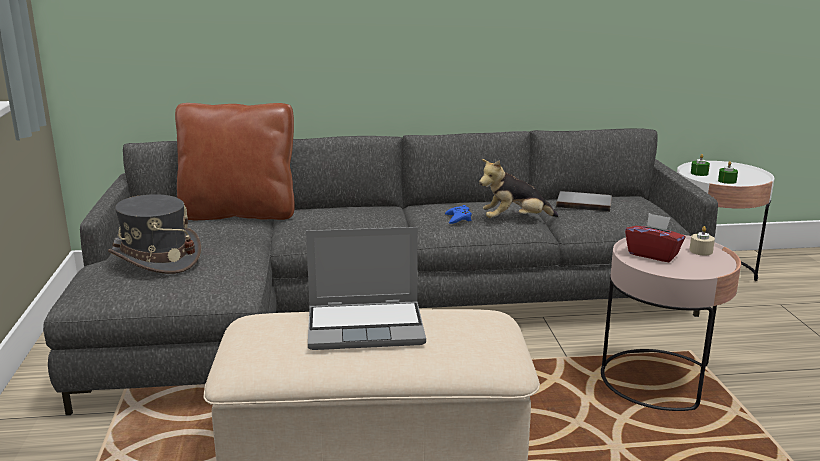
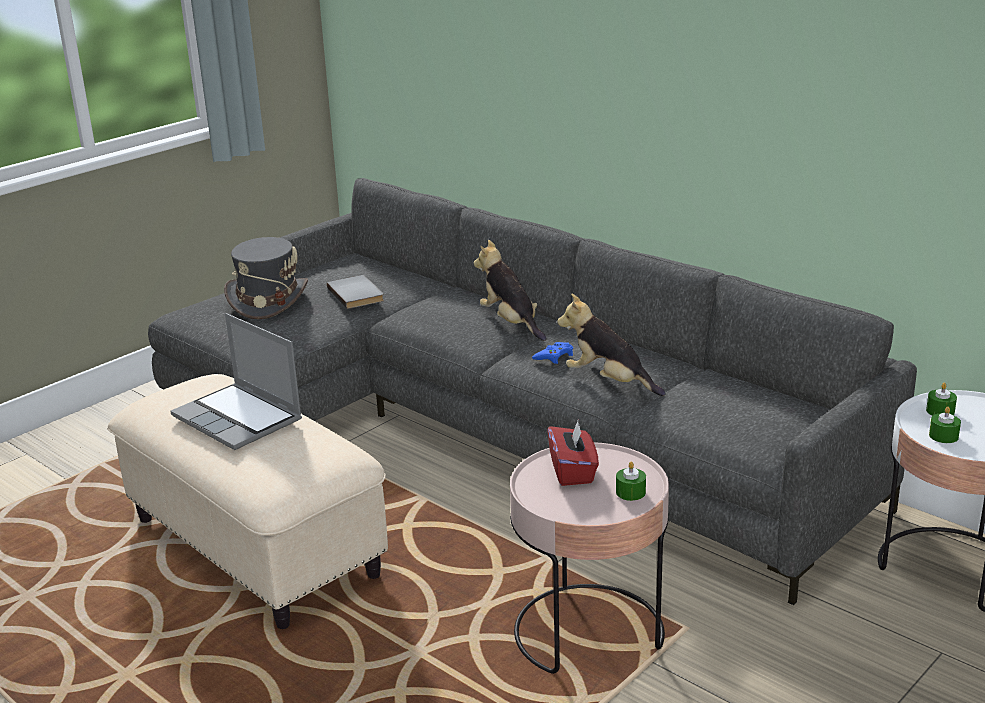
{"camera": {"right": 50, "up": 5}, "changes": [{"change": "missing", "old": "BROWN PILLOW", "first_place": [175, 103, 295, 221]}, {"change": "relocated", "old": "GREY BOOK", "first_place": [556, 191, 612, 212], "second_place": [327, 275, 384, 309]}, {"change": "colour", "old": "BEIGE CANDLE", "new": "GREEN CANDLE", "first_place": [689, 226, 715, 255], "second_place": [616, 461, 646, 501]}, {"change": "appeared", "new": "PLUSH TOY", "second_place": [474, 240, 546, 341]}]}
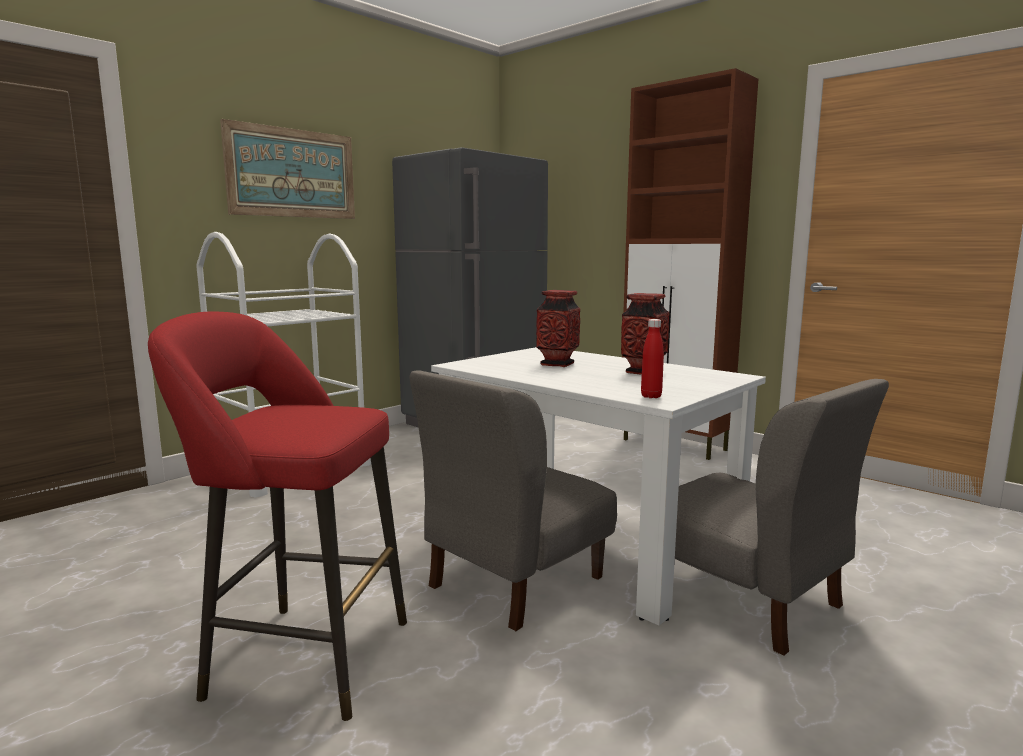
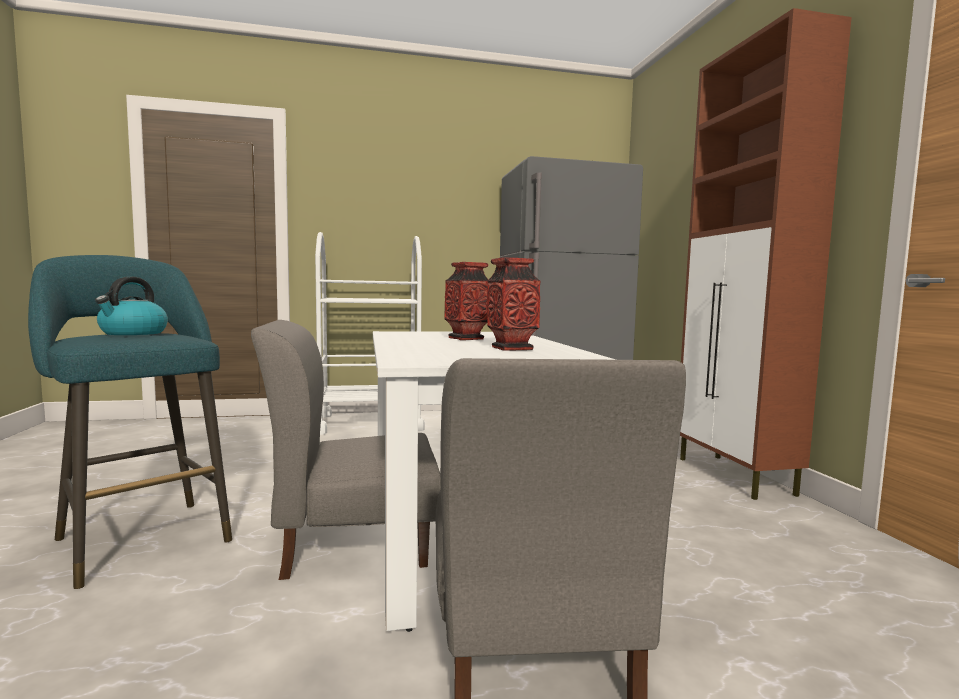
{"camera": {"right": 35, "up": -5}, "changes": [{"change": "colour", "old": "RED STOOL", "new": "TURQUOISE STOOL", "first_place": [148, 312, 407, 721], "second_place": [28, 255, 232, 589]}, {"change": "missing", "old": "PICTURE", "first_place": [220, 119, 355, 219]}, {"change": "missing", "old": "RED BOTTLE", "first_place": [641, 319, 664, 398]}, {"change": "appeared", "new": "KETTLE", "second_place": [95, 276, 168, 335]}]}
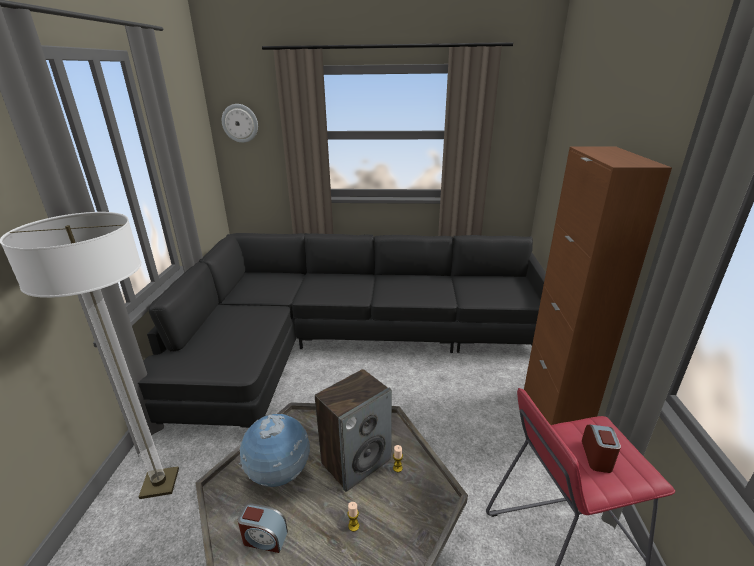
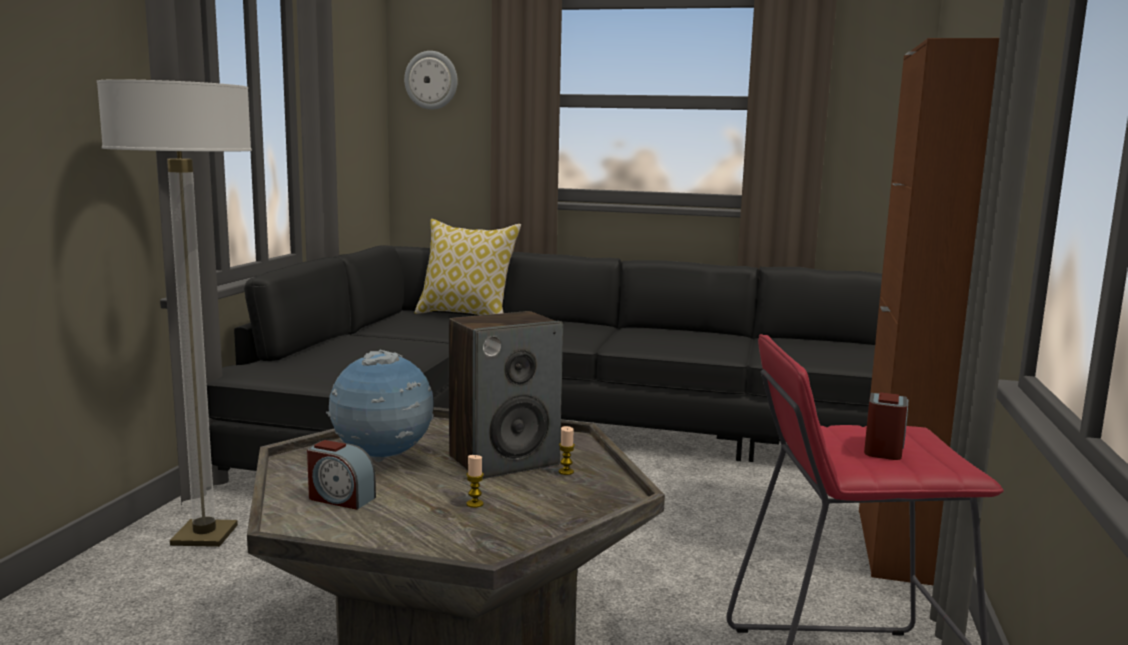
{"camera": {"right": 10, "up": -15}, "changes": [{"change": "appeared", "new": "PILLOW", "second_place": [415, 219, 521, 315]}]}
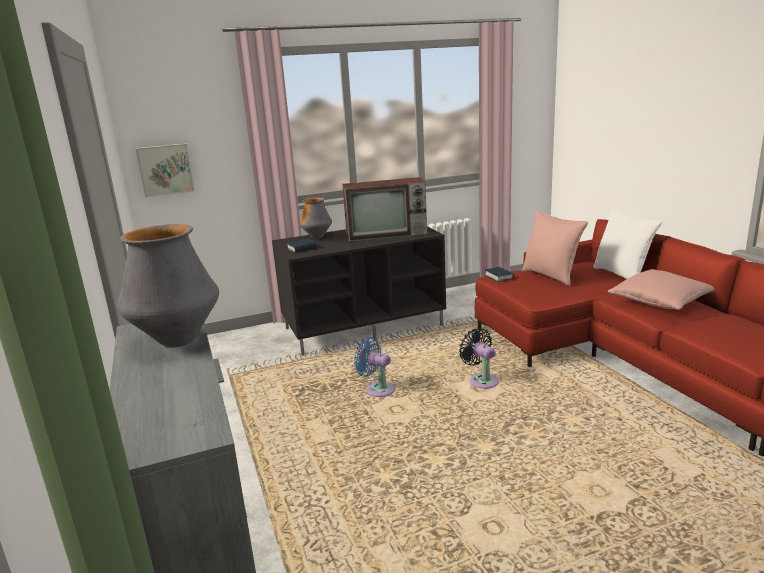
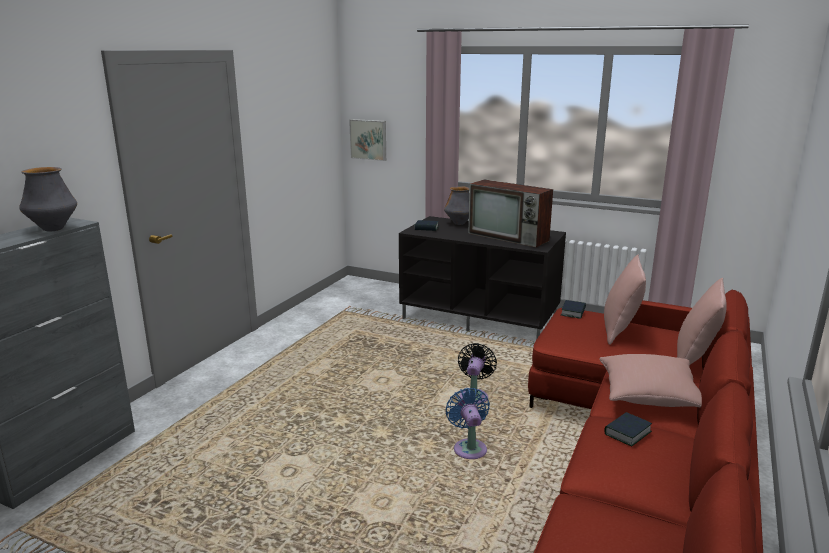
{"camera": {"right": 45, "up": 0}, "changes": [{"change": "relocated", "old": "BLUE FAN", "first_place": [354, 338, 395, 397], "second_place": [446, 388, 490, 459]}, {"change": "colour", "old": "WHITE PILLOW", "new": "PINK PILLOW", "first_place": [594, 208, 662, 279], "second_place": [677, 278, 727, 365]}, {"change": "appeared", "new": "BOOK", "second_place": [604, 412, 652, 446]}]}
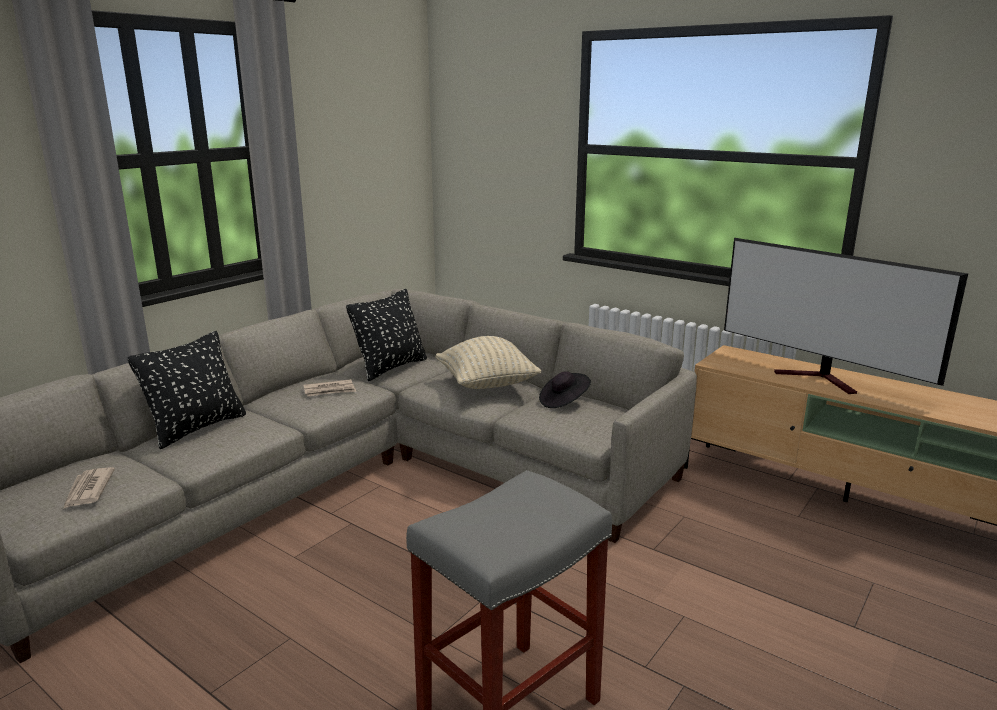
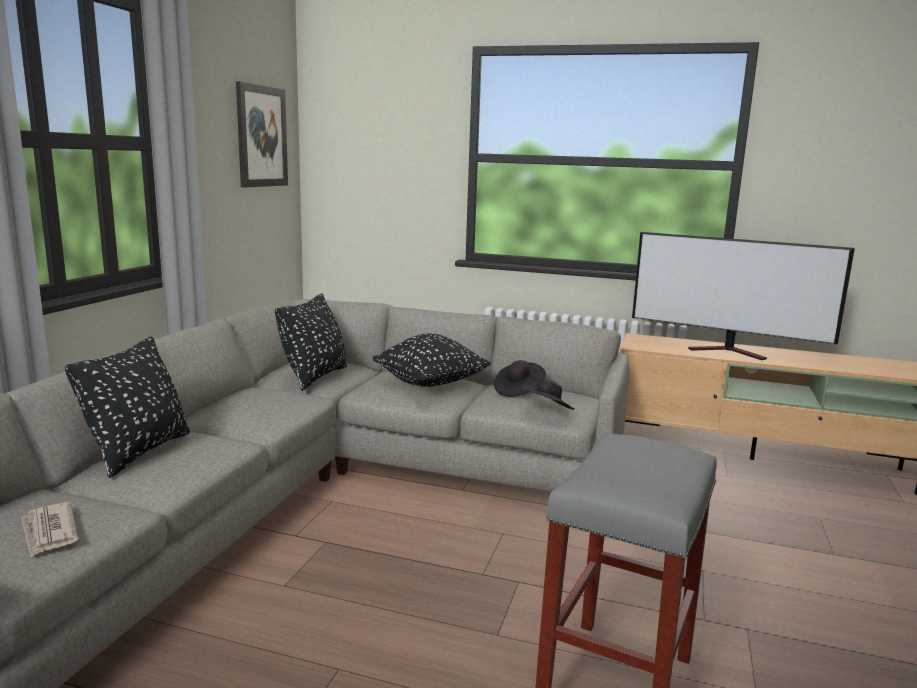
{"camera": {"right": -20, "up": -5}, "changes": [{"change": "missing", "old": "NEWSPAPER", "first_place": [303, 379, 356, 396]}, {"change": "colour", "old": "BEIGE PILLOW", "new": "BLACK PILLOW", "first_place": [435, 336, 542, 389], "second_place": [373, 334, 491, 387]}, {"change": "appeared", "new": "PICTURE", "second_place": [236, 81, 288, 188]}, {"change": "appeared", "new": "BLACK HAT", "second_place": [521, 379, 575, 410]}]}
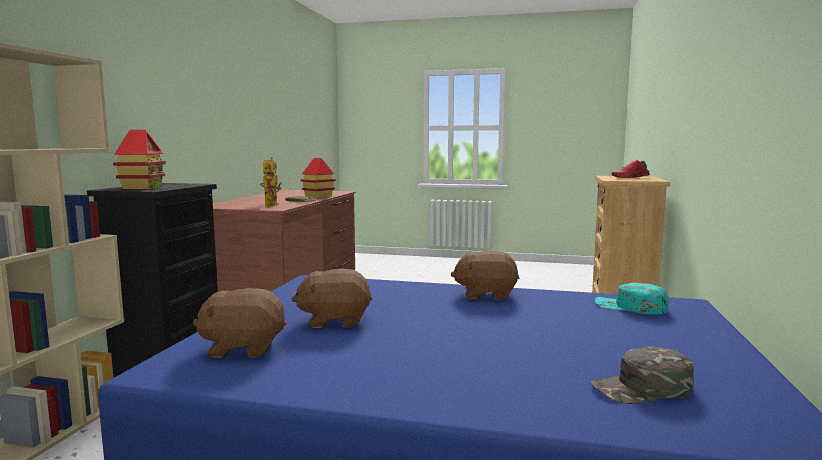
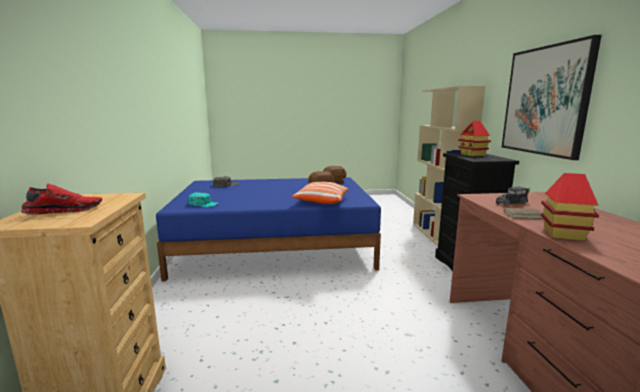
{"camera": {"right": 160, "up": 5}, "changes": [{"change": "exchanged", "old": "TOY ROBOT", "new": "TOY TRUCK", "first_place": [260, 157, 282, 206], "second_place": [496, 186, 530, 206]}, {"change": "missing", "old": "BROWN PLUSH TOY", "first_place": [450, 251, 519, 301]}, {"change": "appeared", "new": "PILLOW", "second_place": [292, 182, 348, 204]}, {"change": "appeared", "new": "PICTURE", "second_place": [502, 35, 602, 160]}]}
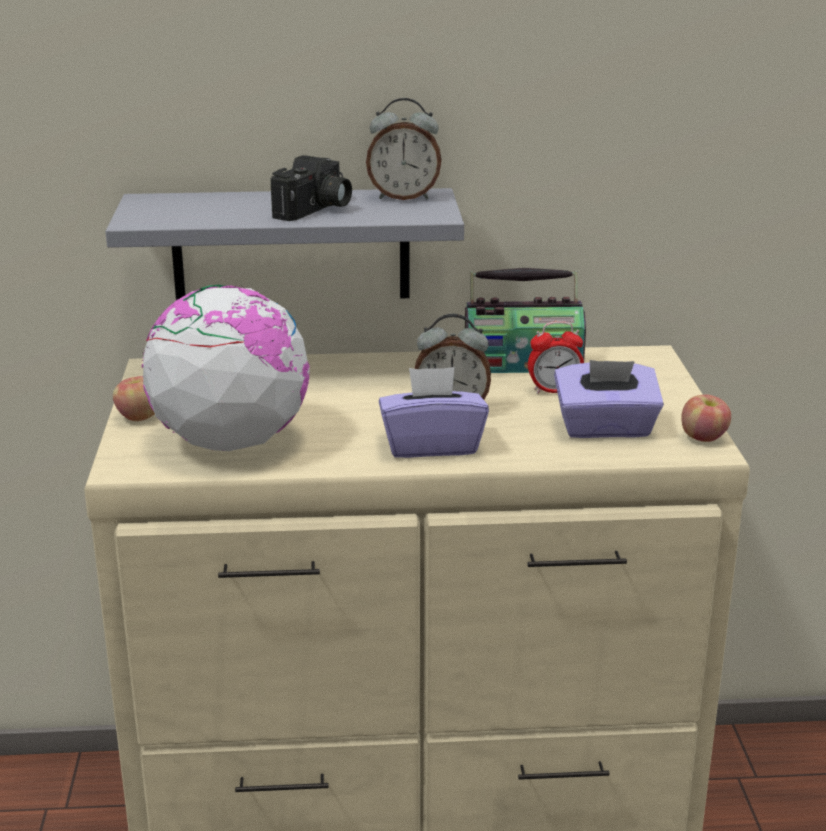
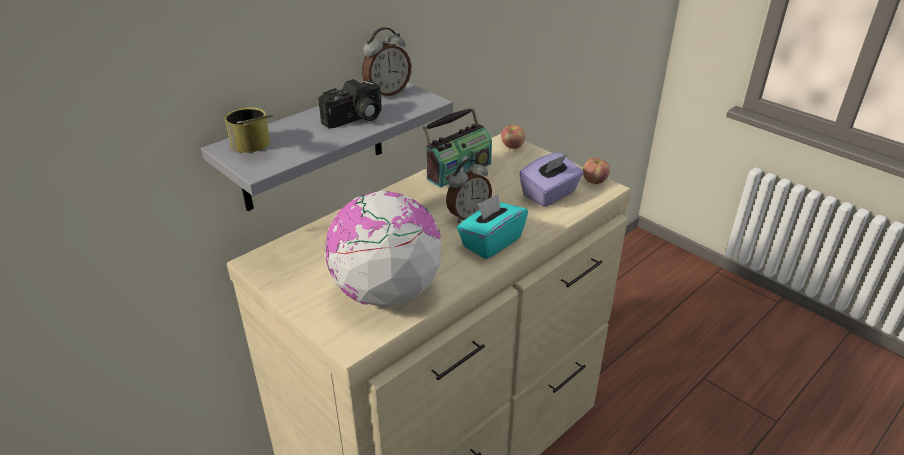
{"camera": {"right": -40, "up": 10}, "changes": [{"change": "relocated", "old": "APPLE", "first_place": [113, 376, 155, 421], "second_place": [501, 125, 526, 149]}, {"change": "spun", "old": "PHOTO CAMERA", "first_place": [271, 155, 352, 221], "second_place": [318, 79, 382, 128], "degrees": 60}, {"change": "colour", "old": "PURPLE TISSUE BOX", "new": "TURQUOISE TISSUE BOX", "first_place": [379, 367, 489, 458], "second_place": [457, 193, 528, 259]}, {"change": "missing", "old": "ALARM CLOCK", "first_place": [528, 321, 584, 394]}, {"change": "appeared", "new": "CAN", "second_place": [224, 107, 274, 153]}]}
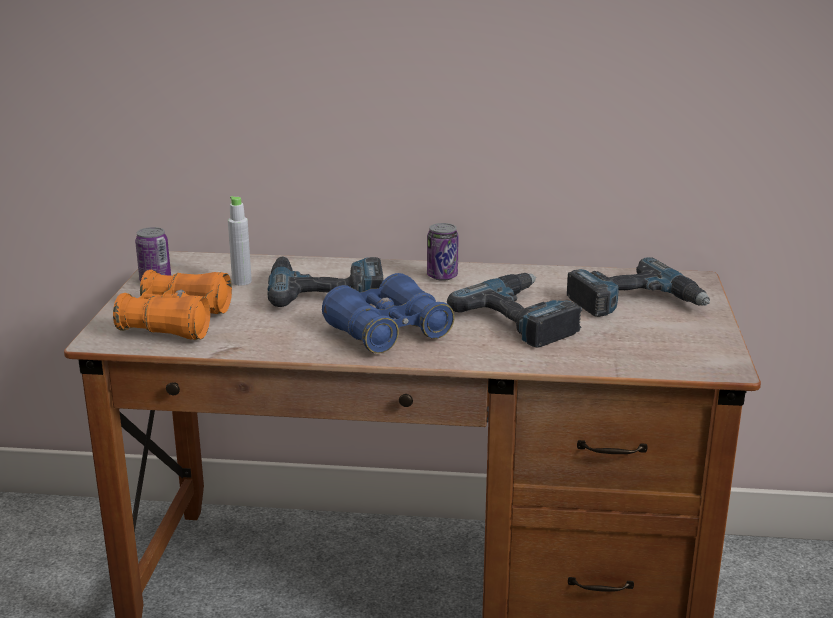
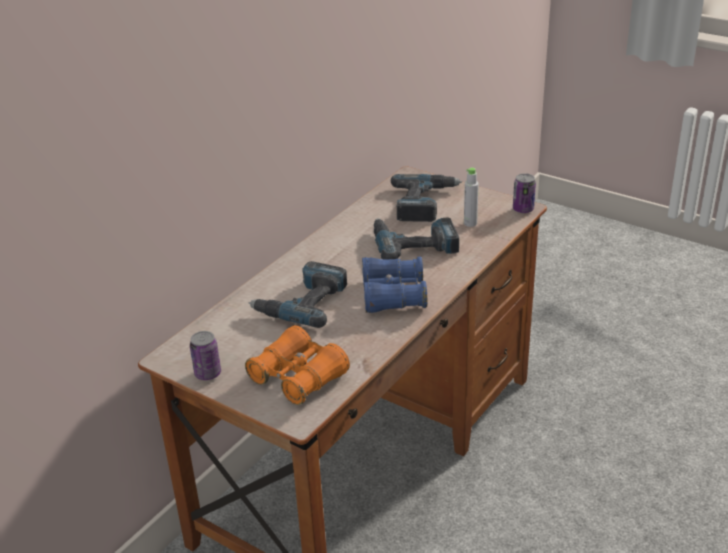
{"camera": {"right": -60, "up": 10}, "changes": [{"change": "relocated", "old": "GREY BOTTLE", "first_place": [228, 196, 252, 286], "second_place": [464, 168, 479, 227]}, {"change": "relocated", "old": "CAN", "first_place": [427, 223, 459, 281], "second_place": [513, 173, 536, 213]}]}
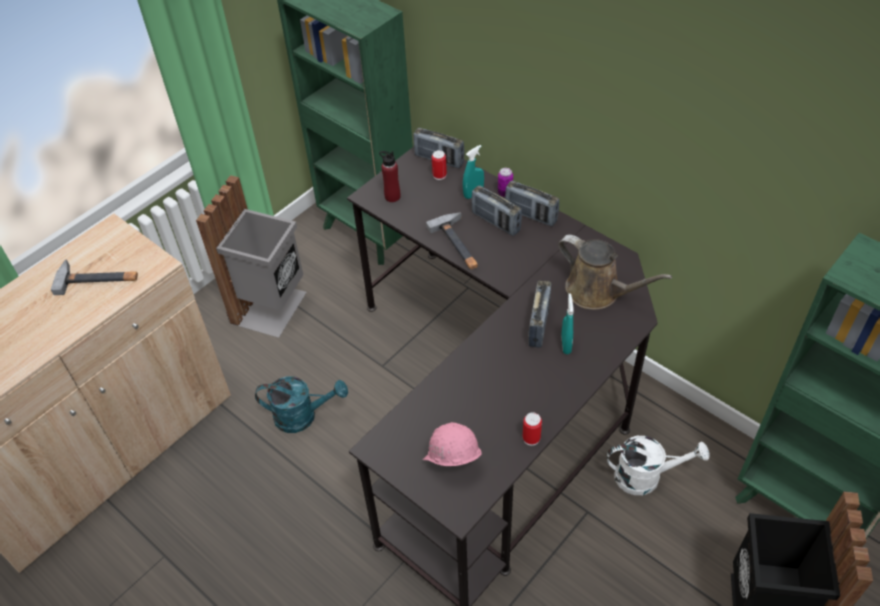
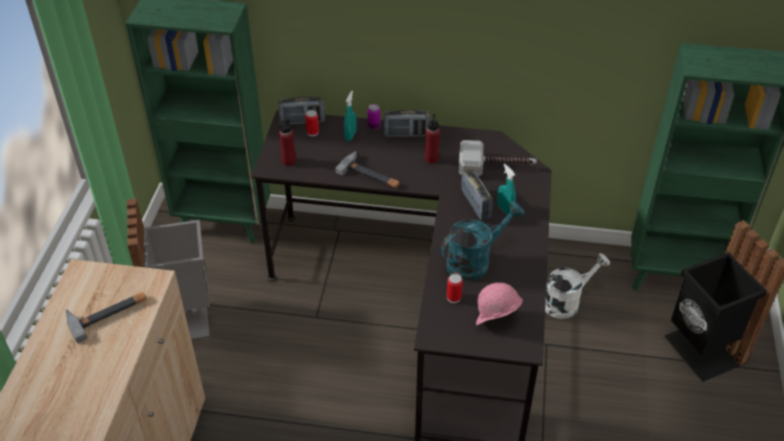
{"camera": {"right": -35, "up": -5}, "changes": [{"change": "relocated", "old": "TURQUOISE WATERING CAN", "first_place": [255, 376, 348, 433], "second_place": [441, 201, 525, 281]}, {"change": "missing", "old": "RADIO", "first_place": [471, 185, 522, 236]}, {"change": "relocated", "old": "CAN", "first_place": [522, 412, 542, 446], "second_place": [447, 274, 463, 303]}, {"change": "exchanged", "old": "BROWN WATERING CAN", "new": "HAMMER", "first_place": [558, 235, 672, 310], "second_place": [459, 140, 537, 176]}, {"change": "appeared", "new": "RED BOTTLE", "second_place": [425, 114, 440, 164]}]}
